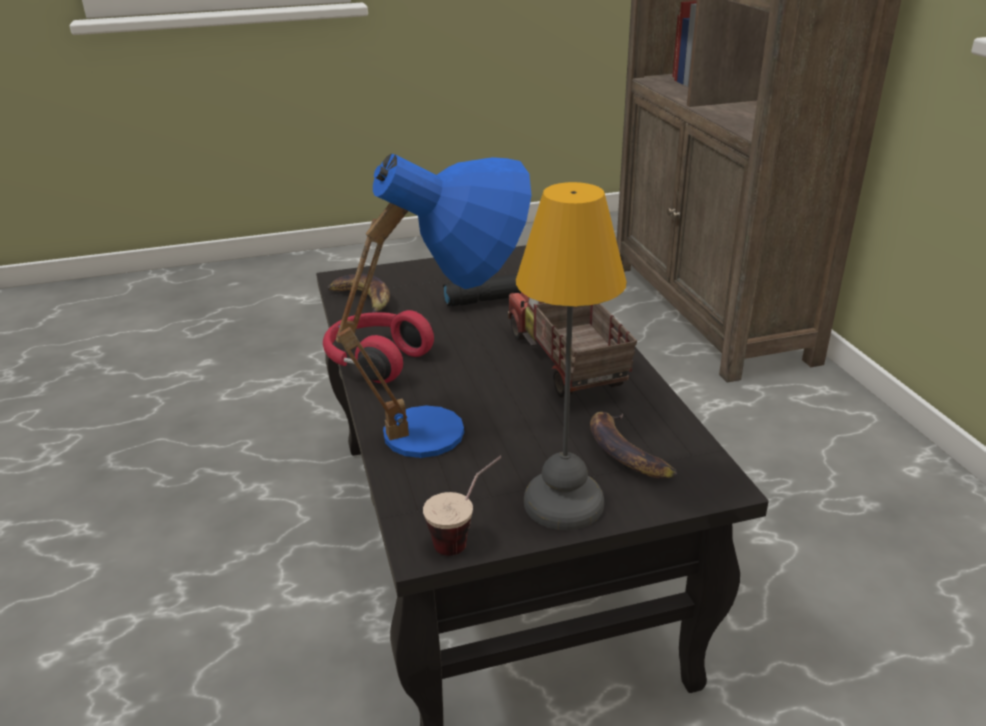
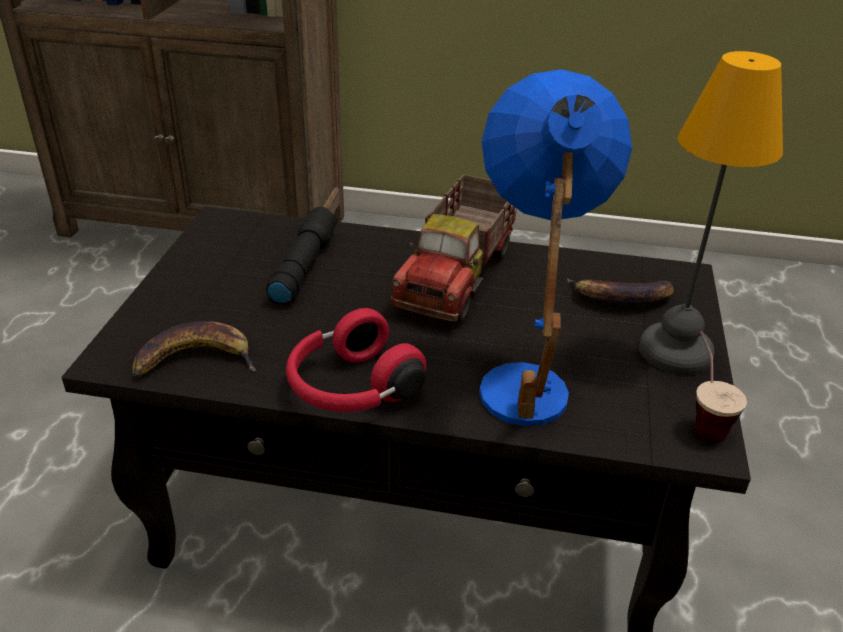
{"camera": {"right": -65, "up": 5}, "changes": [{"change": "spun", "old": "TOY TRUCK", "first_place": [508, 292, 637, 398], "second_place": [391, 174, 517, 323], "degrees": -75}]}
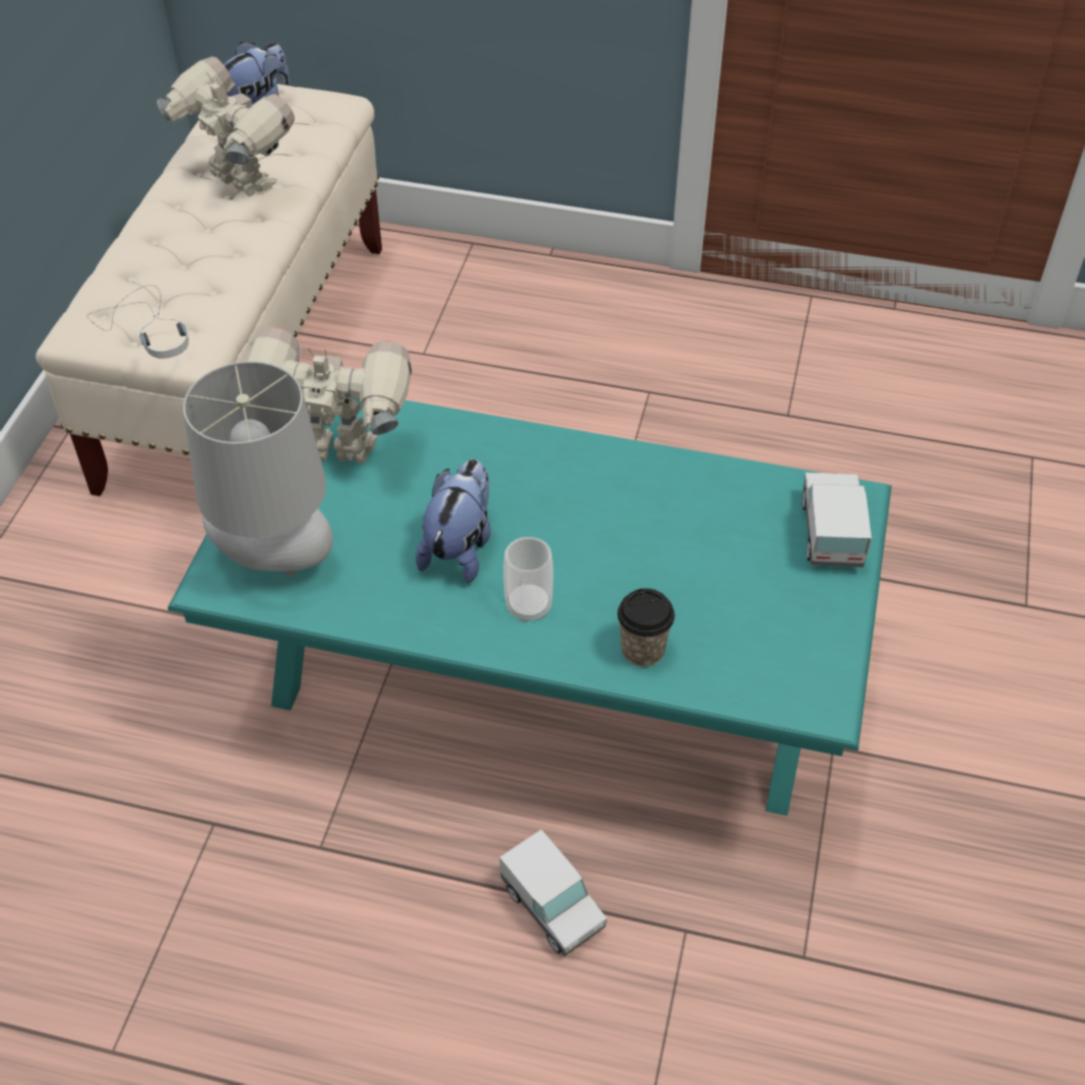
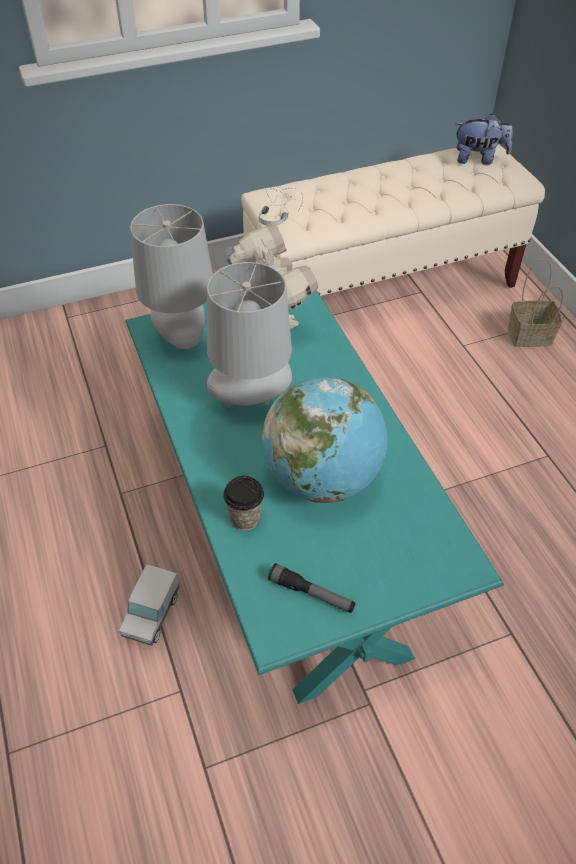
{"camera": {"right": 55, "up": 0}, "changes": [{"change": "missing", "old": "TOY ROBOT", "first_place": [157, 57, 295, 197]}, {"change": "exchanged", "old": "PLUSH TOY", "new": "GREY TABLE LAMP", "first_place": [416, 459, 491, 583], "second_place": [207, 262, 292, 408]}, {"change": "missing", "old": "CUP", "first_place": [503, 537, 553, 623]}, {"change": "missing", "old": "TOY TRUCK", "first_place": [802, 472, 872, 568]}, {"change": "appeared", "new": "GLOBE", "second_place": [262, 377, 388, 503]}, {"change": "appeared", "new": "FLASHLIGHT", "second_place": [268, 563, 356, 613]}, {"change": "appeared", "new": "BASKET", "second_place": [508, 259, 564, 347]}]}
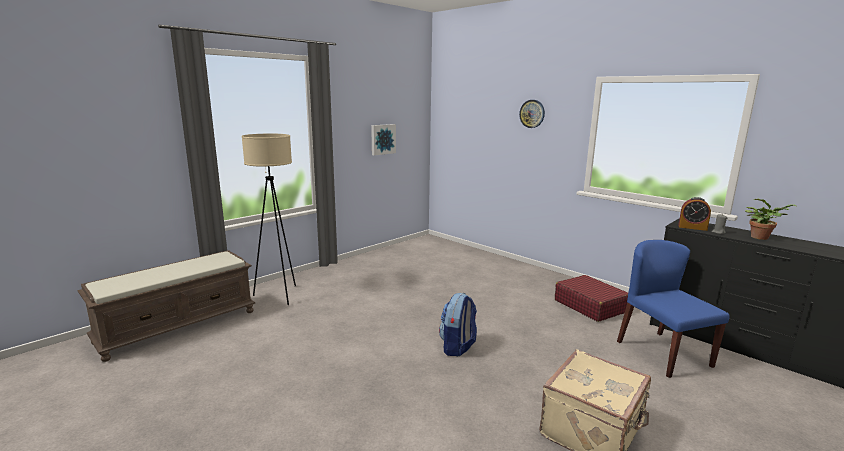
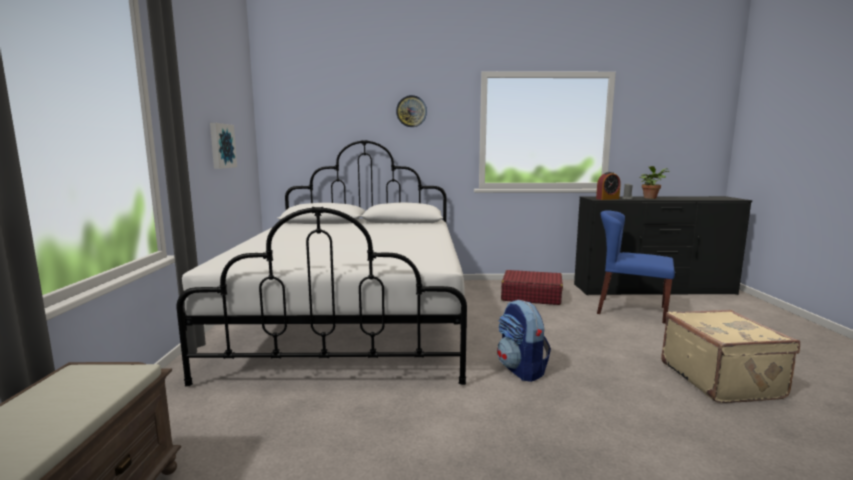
{"camera": {"right": -45, "up": -5}, "changes": [{"change": "missing", "old": "BEIGE FLOOR LAMP", "first_place": [241, 134, 296, 305]}, {"change": "appeared", "new": "WHITE BED", "second_place": [176, 140, 467, 386]}]}
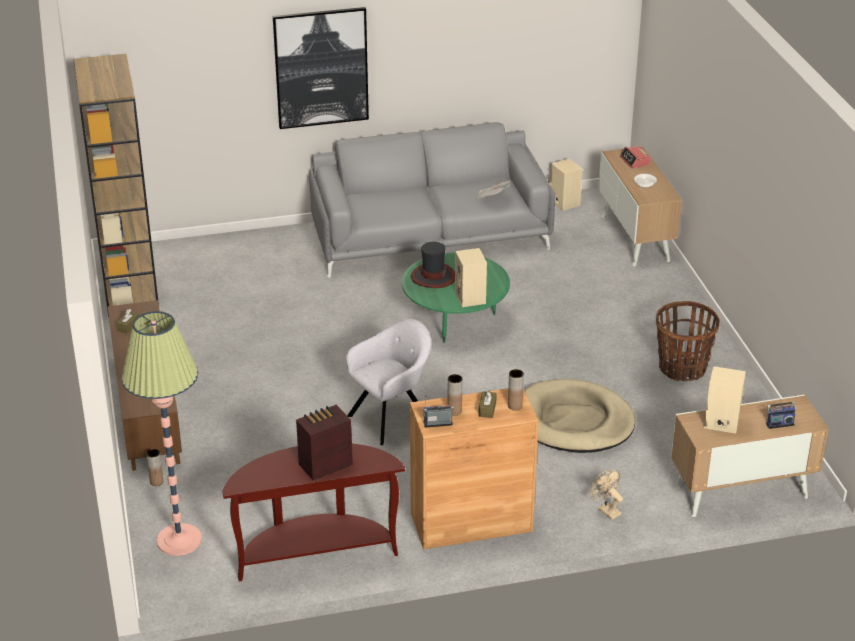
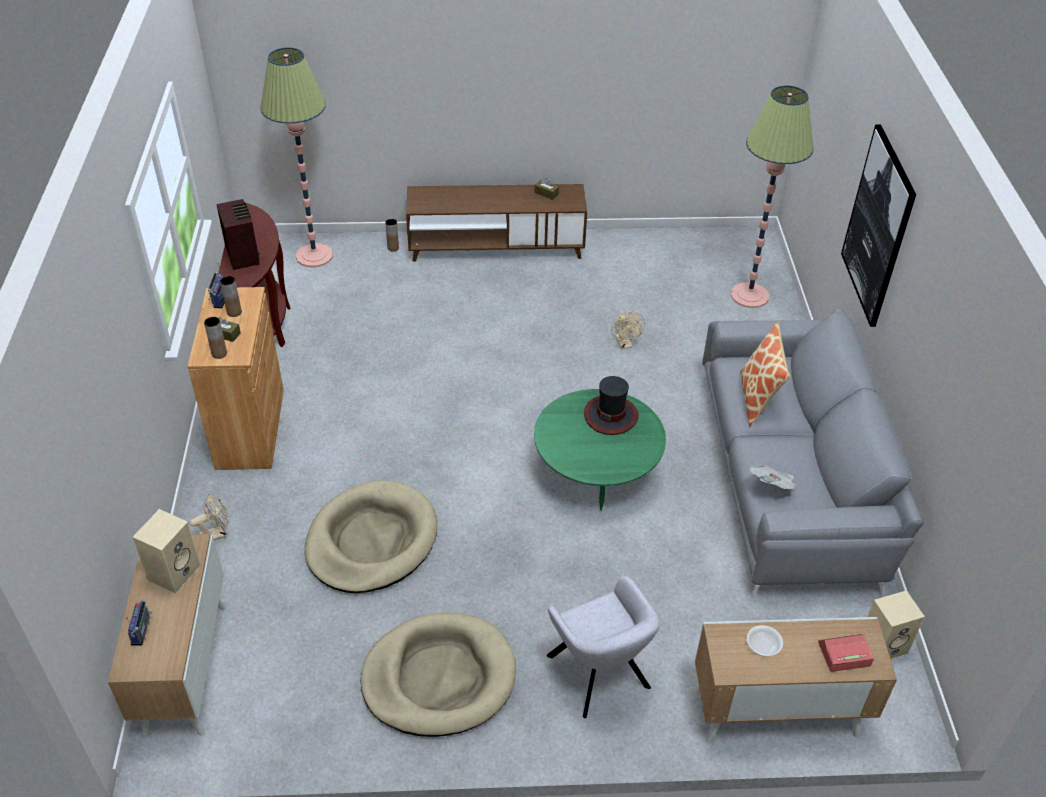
{"camera": {"right": 100, "up": 10}, "changes": [{"change": "missing", "old": "BROWN BOOKCASE", "first_place": [74, 54, 159, 317]}, {"change": "relocated", "old": "GREY ARMCHAIR", "first_place": [346, 319, 431, 445], "second_place": [547, 576, 660, 718]}, {"change": "missing", "old": "BEIGE SPEAKER", "first_place": [455, 248, 487, 307]}, {"change": "exchanged", "old": "BASKET", "new": "BEIGE DOG BED", "first_place": [656, 301, 720, 381], "second_place": [361, 613, 516, 737]}, {"change": "appeared", "new": "BEIGE FAN", "second_place": [611, 312, 645, 349]}, {"change": "appeared", "new": "FLOOR LAMP", "second_place": [731, 86, 814, 308]}, {"change": "appeared", "new": "PILLOW", "second_place": [740, 322, 790, 426]}]}
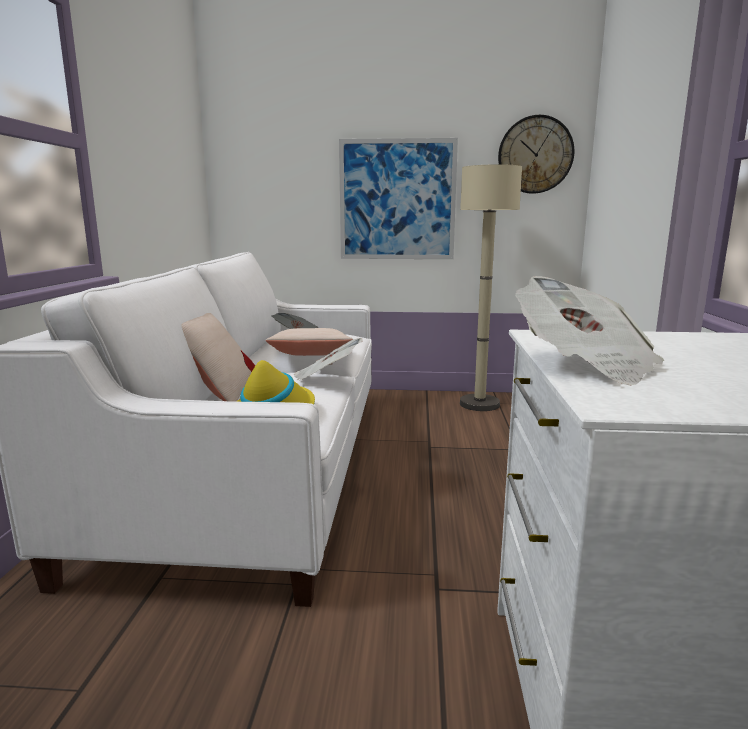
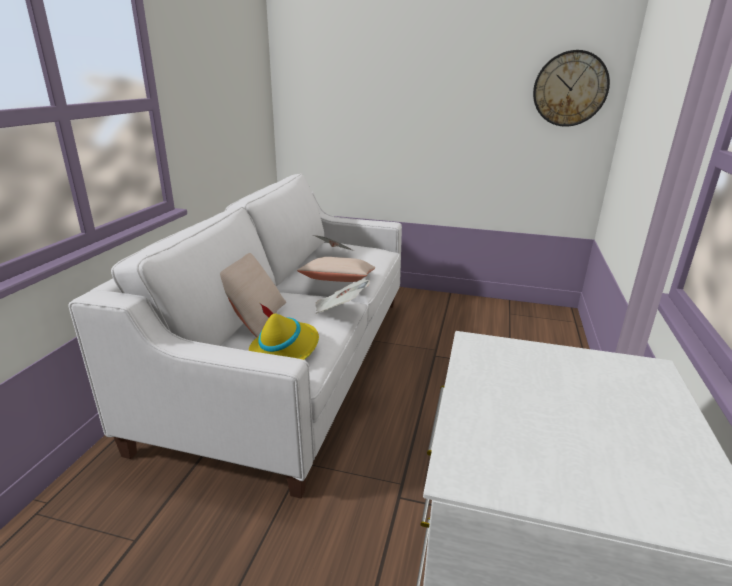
{"camera": {"right": 10, "up": 10}, "changes": [{"change": "missing", "old": "PICTURE", "first_place": [339, 138, 458, 259]}, {"change": "missing", "old": "BEIGE FLOOR LAMP", "first_place": [460, 164, 522, 411]}, {"change": "missing", "old": "NEWSPAPER", "first_place": [515, 276, 664, 386]}]}
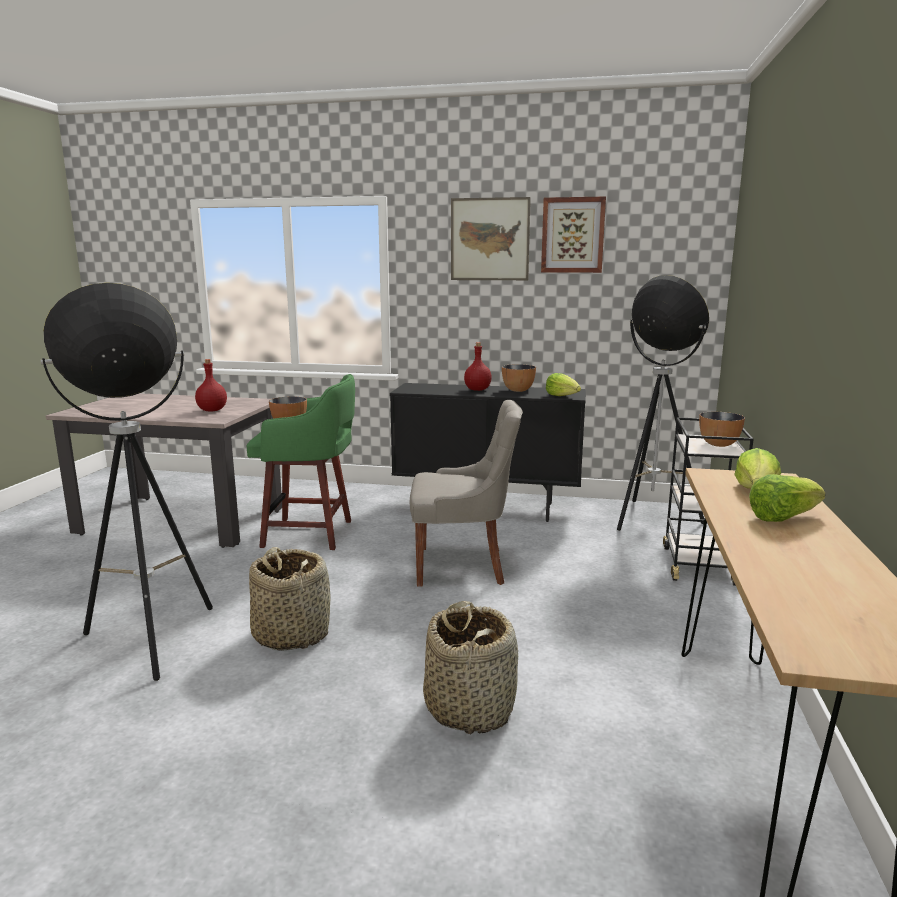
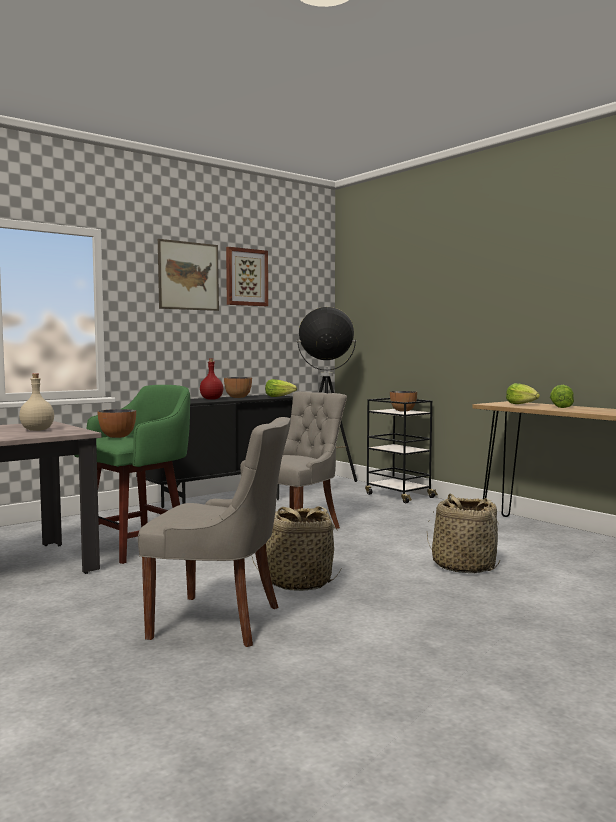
{"camera": {"right": -50, "up": -10}, "changes": [{"change": "exchanged", "old": "FLOOR LAMP", "new": "GREY CHAIR", "first_place": [41, 283, 213, 681], "second_place": [138, 417, 291, 647]}, {"change": "colour", "old": "RED BOTTLE", "new": "BEIGE BOTTLE", "first_place": [195, 359, 227, 411], "second_place": [19, 373, 54, 431]}]}
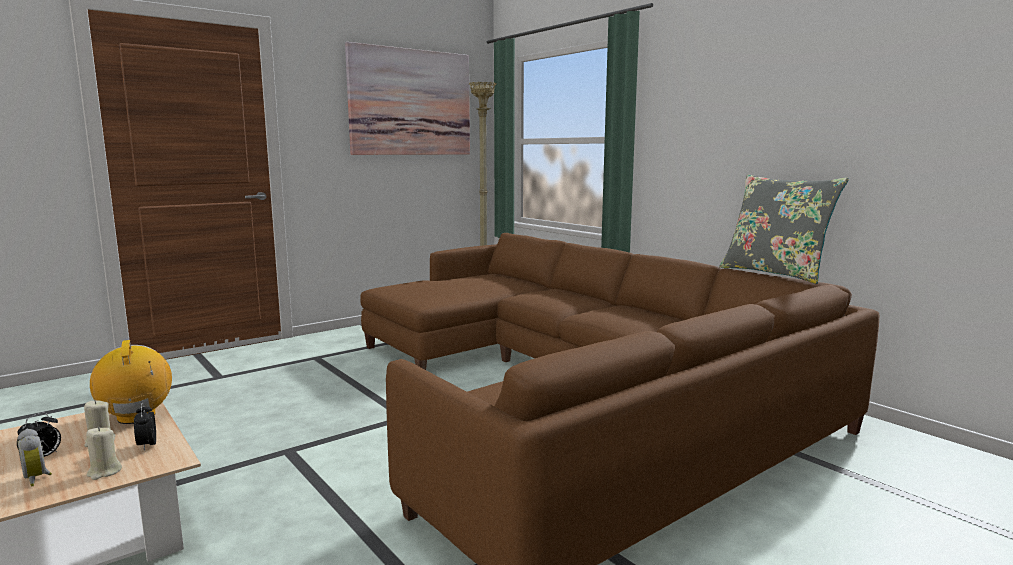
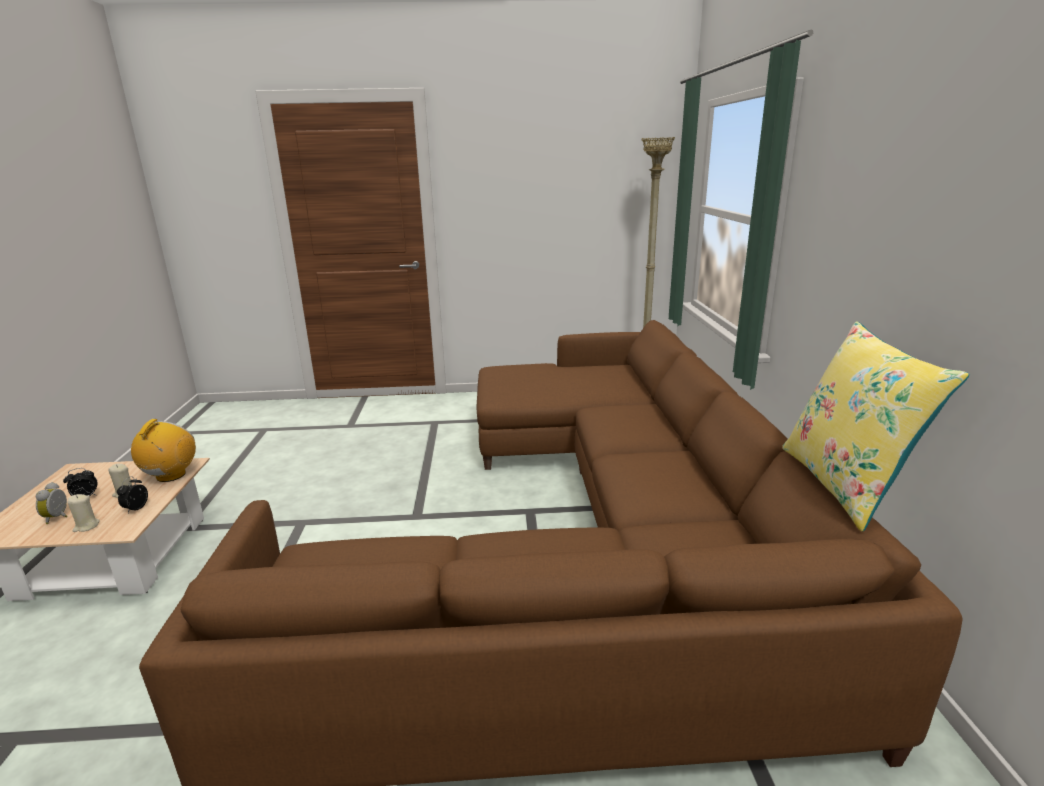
{"camera": {"right": 35, "up": 10}, "changes": [{"change": "missing", "old": "PICTURE", "first_place": [345, 42, 470, 155]}, {"change": "colour", "old": "GREY PILLOW", "new": "YELLOW PILLOW", "first_place": [719, 175, 849, 284], "second_place": [782, 321, 969, 532]}]}
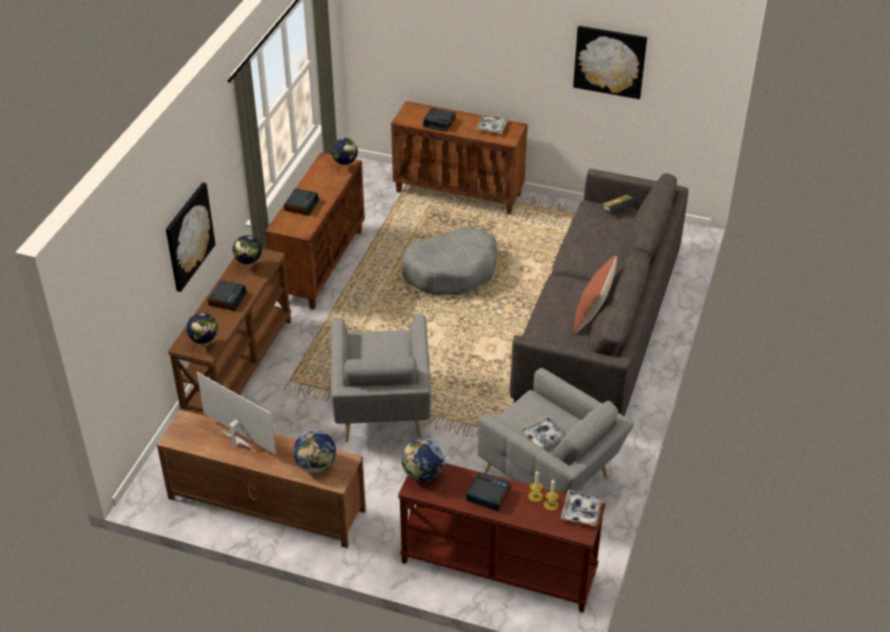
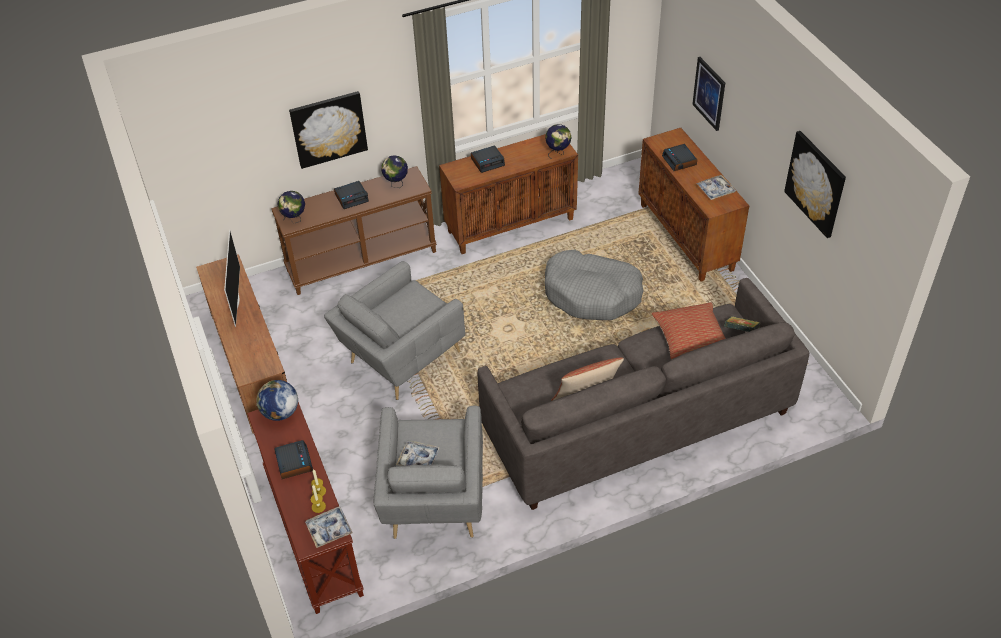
{"camera": {"right": 50, "up": 5}, "changes": [{"change": "missing", "old": "GLOBE", "first_place": [294, 430, 336, 473]}, {"change": "appeared", "new": "PILLOW", "second_place": [652, 302, 726, 360]}, {"change": "appeared", "new": "PICTURE", "second_place": [692, 57, 725, 131]}]}
